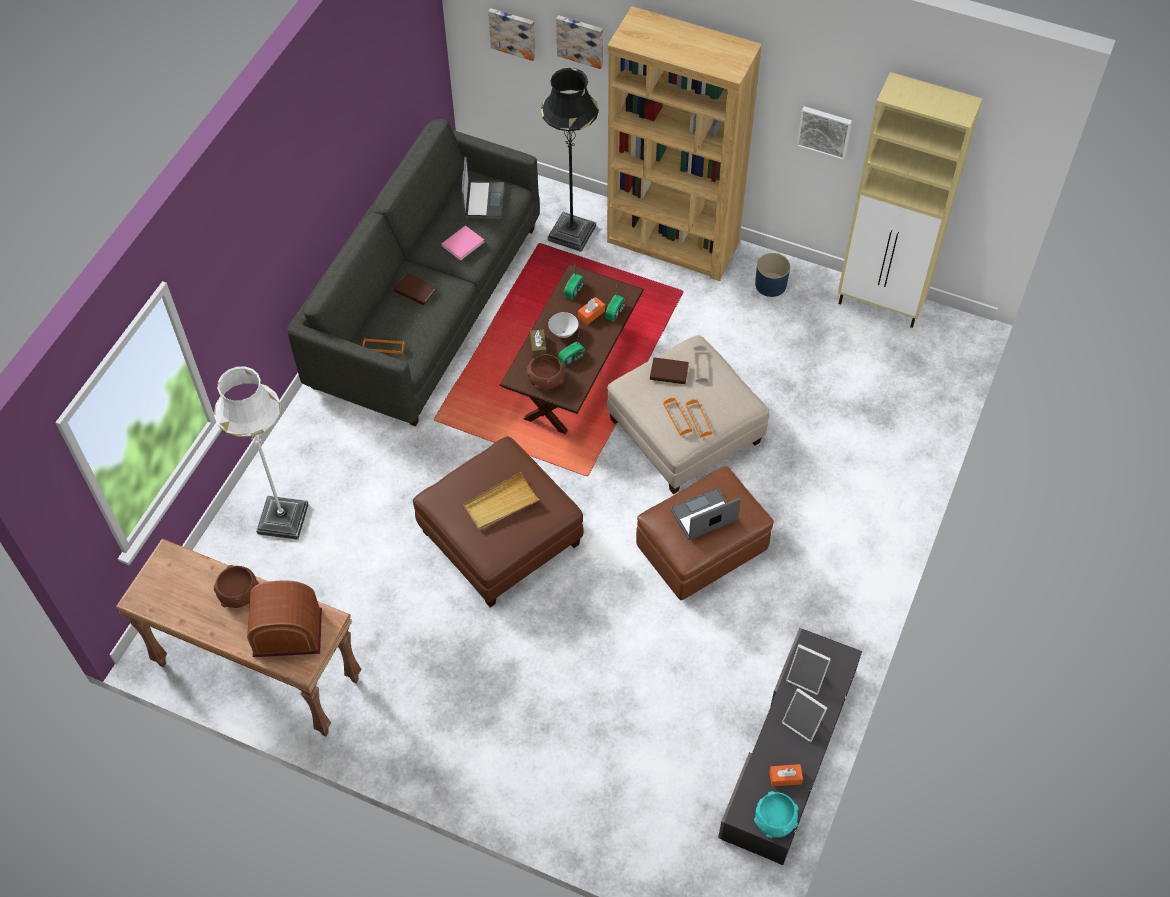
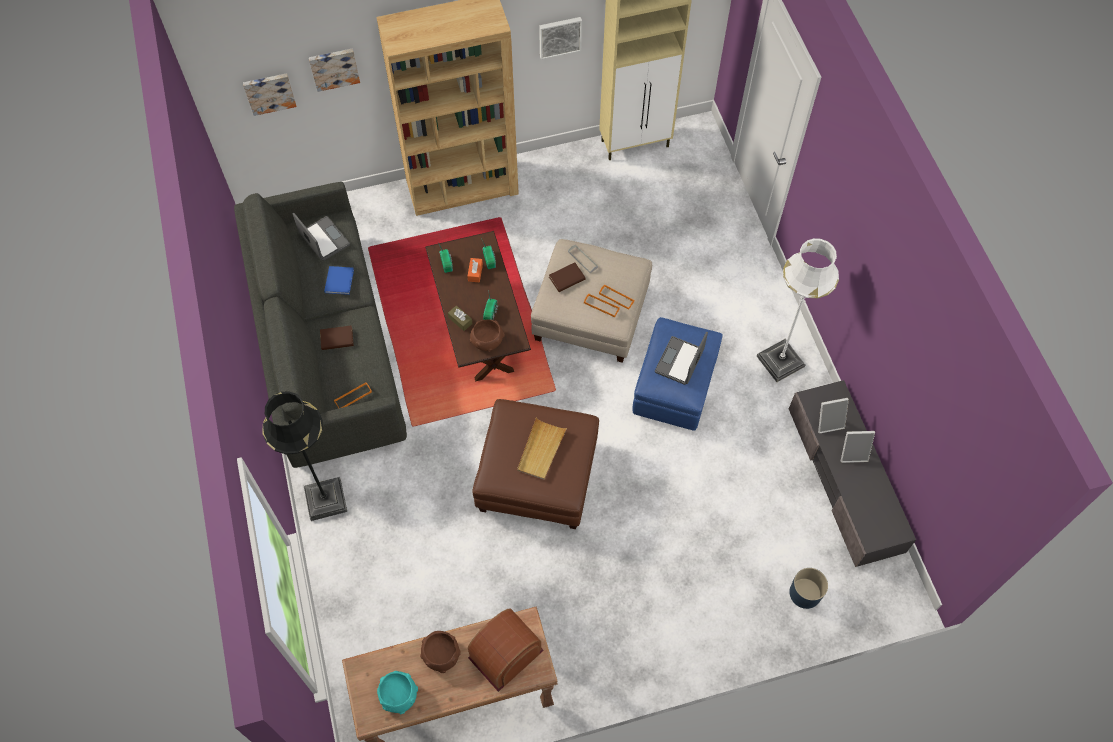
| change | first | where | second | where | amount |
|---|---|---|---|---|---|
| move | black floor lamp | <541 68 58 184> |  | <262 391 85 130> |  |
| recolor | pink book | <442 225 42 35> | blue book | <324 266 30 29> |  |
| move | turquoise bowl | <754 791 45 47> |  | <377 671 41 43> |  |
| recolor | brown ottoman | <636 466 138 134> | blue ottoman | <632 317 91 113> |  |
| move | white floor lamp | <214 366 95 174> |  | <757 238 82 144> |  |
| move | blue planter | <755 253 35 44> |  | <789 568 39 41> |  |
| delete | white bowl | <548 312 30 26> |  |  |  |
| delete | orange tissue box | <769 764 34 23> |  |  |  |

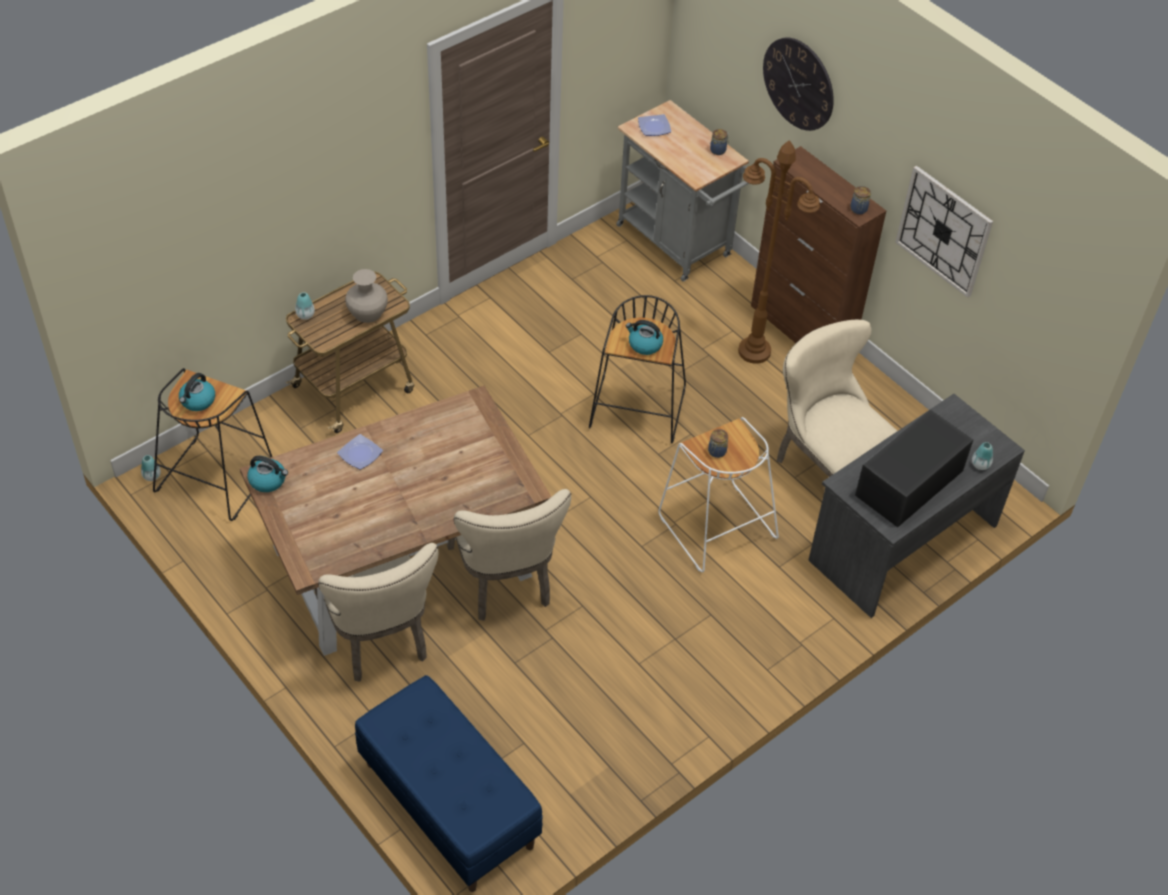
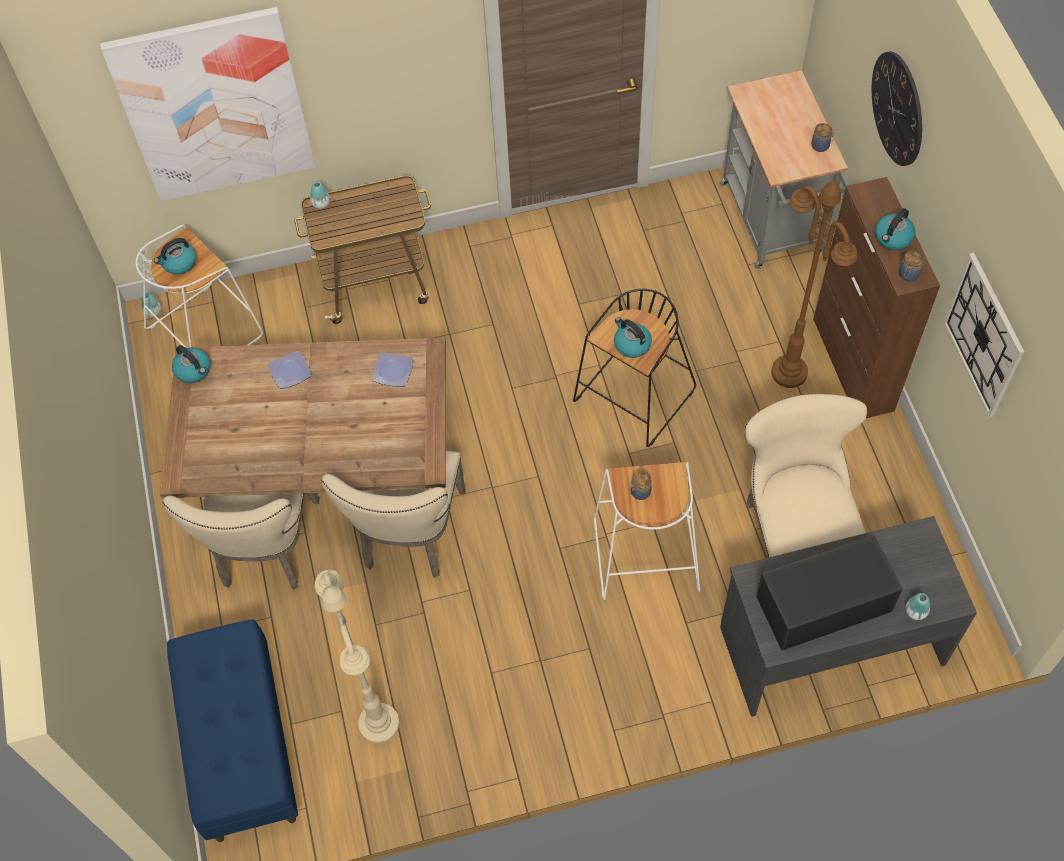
| change | first | where | second | where | amount |
|---|---|---|---|---|---|
| insert |  |  | picture | <100 7 216 194> |  |
| recolor | black stool | <153 368 119 153> | white stool | <136 225 127 123> |  |
| insert |  |  | beige floor lamp | <315 570 84 174> |  |
| move | plate | <638 114 33 22> |  | <372 352 41 34> |  |
| insert |  |  | kettle | <875 208 41 42> |  |
| delete | beige vase | <345 269 43 54> |  |  |  |

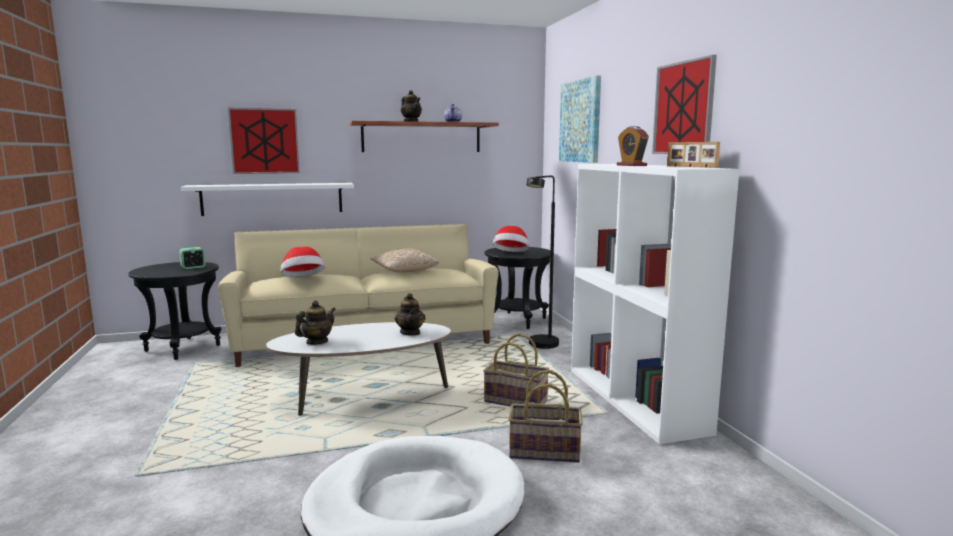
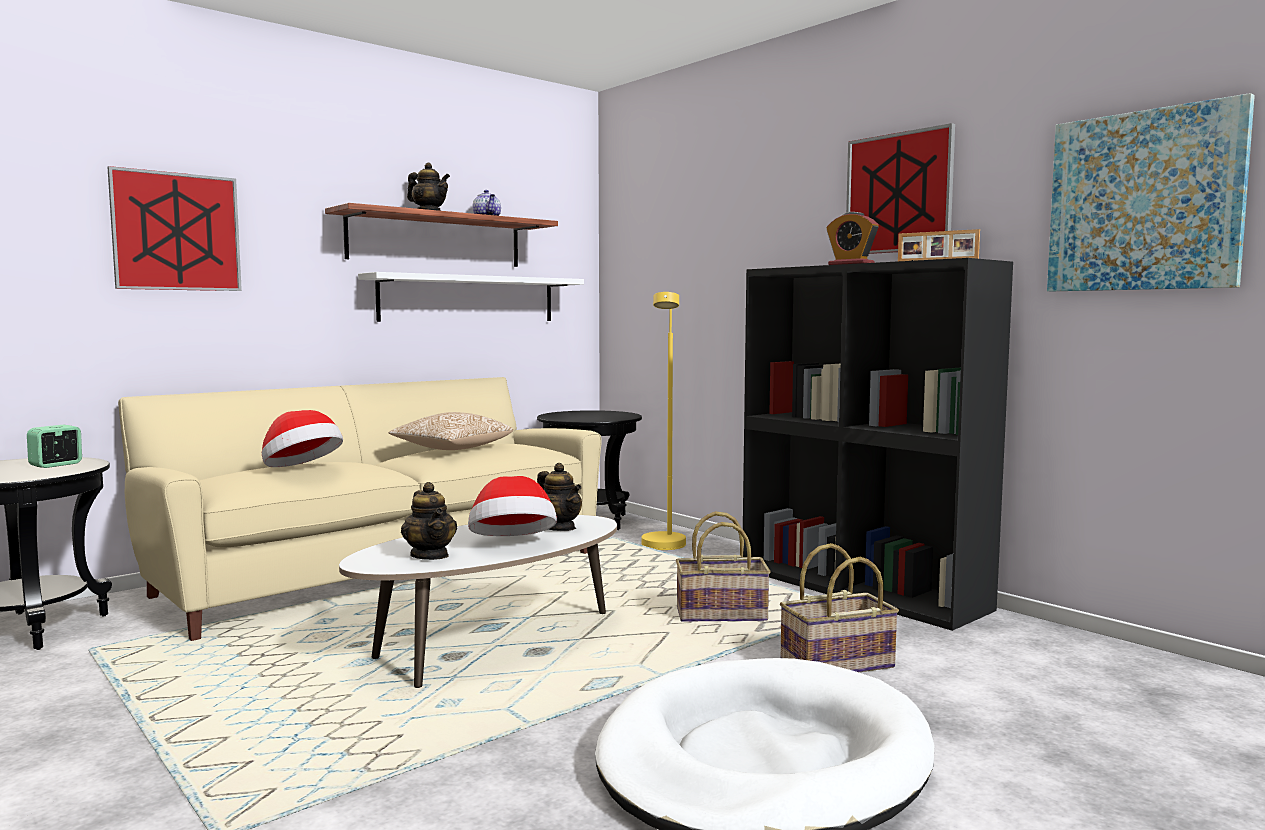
| change | first | where | second | where | amount |
|---|---|---|---|---|---|
| move | white shelf | <181 183 173 33> |  | <358 272 226 50> |  |
| rotate | teapot | <295 300 41 45> |  | <401 482 56 78> | 135 degrees clockwise |
| move | hat | <493 226 36 26> |  | <468 476 89 60> |  |
| recolor | black floor lamp | <526 176 33 173> | yellow floor lamp | <641 292 45 258> |  |
| recolor | white bookcase | <571 164 169 280> | black bookcase | <743 258 270 373> |  |
| move | picture | <559 75 42 88> |  | <1047 93 208 198> |  |

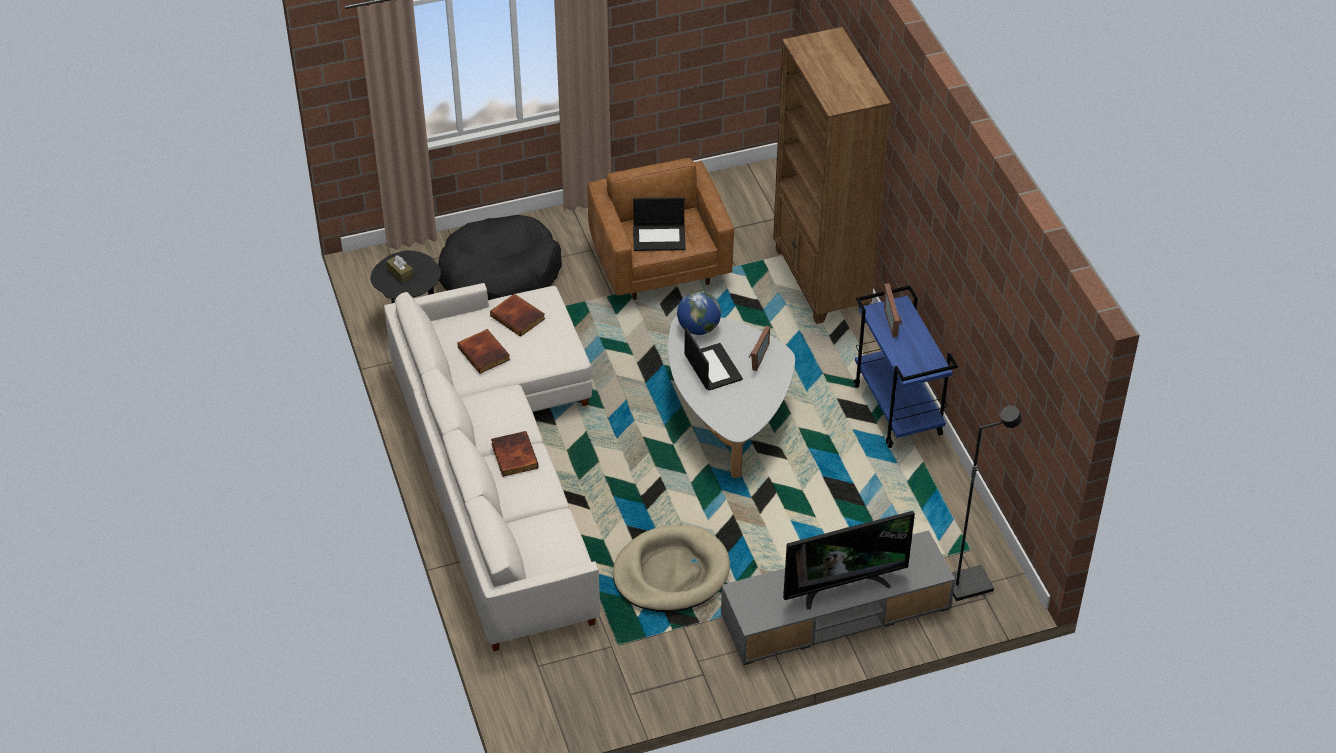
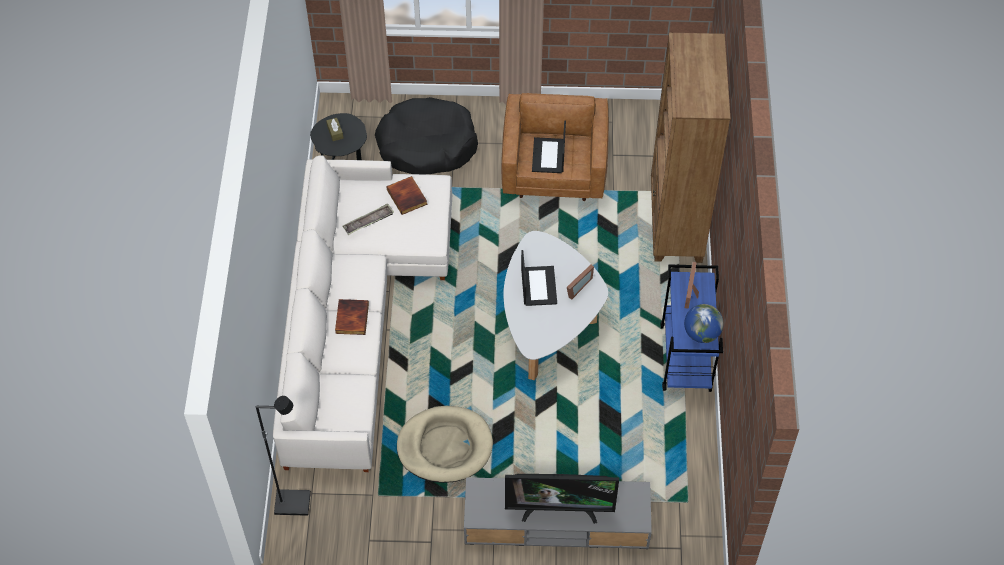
| change | first | where | second | where | amount |
|---|---|---|---|---|---|
| move | black floor lamp | <952 406 70 195> |  | <255 396 56 120> |  |
| replace | book | <457 329 53 45> | tray | <342 203 52 32> |  |
| rotate | laptop | <633 197 53 54> |  | <532 120 34 53> | 75 degrees clockwise |
| move | globe | <677 291 44 44> |  | <684 304 40 39> |  |

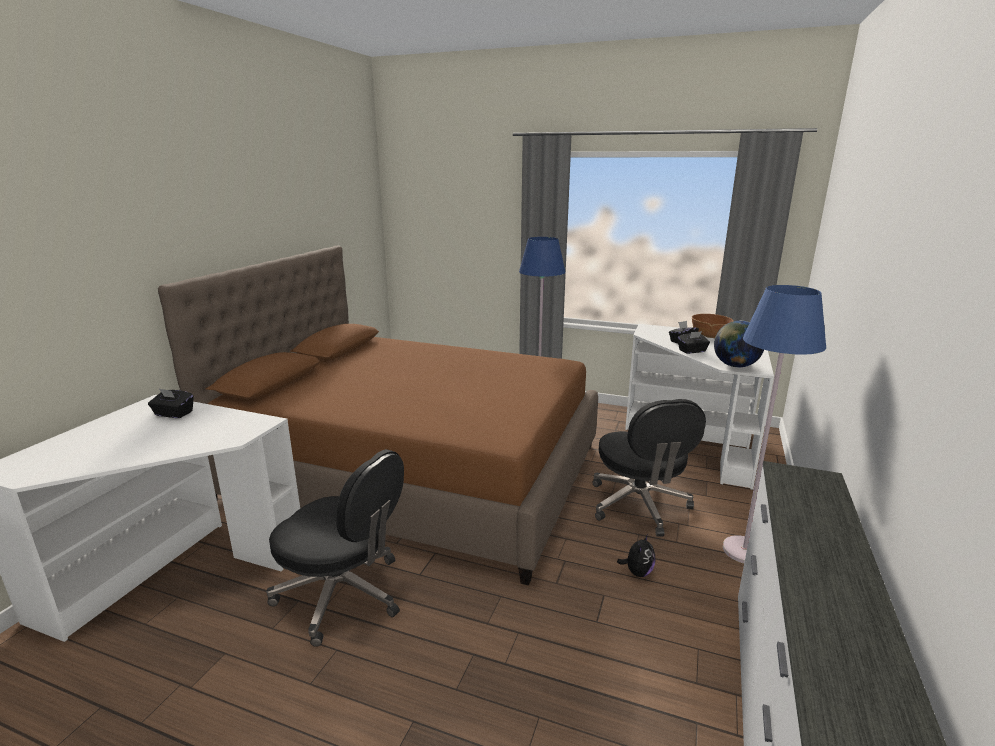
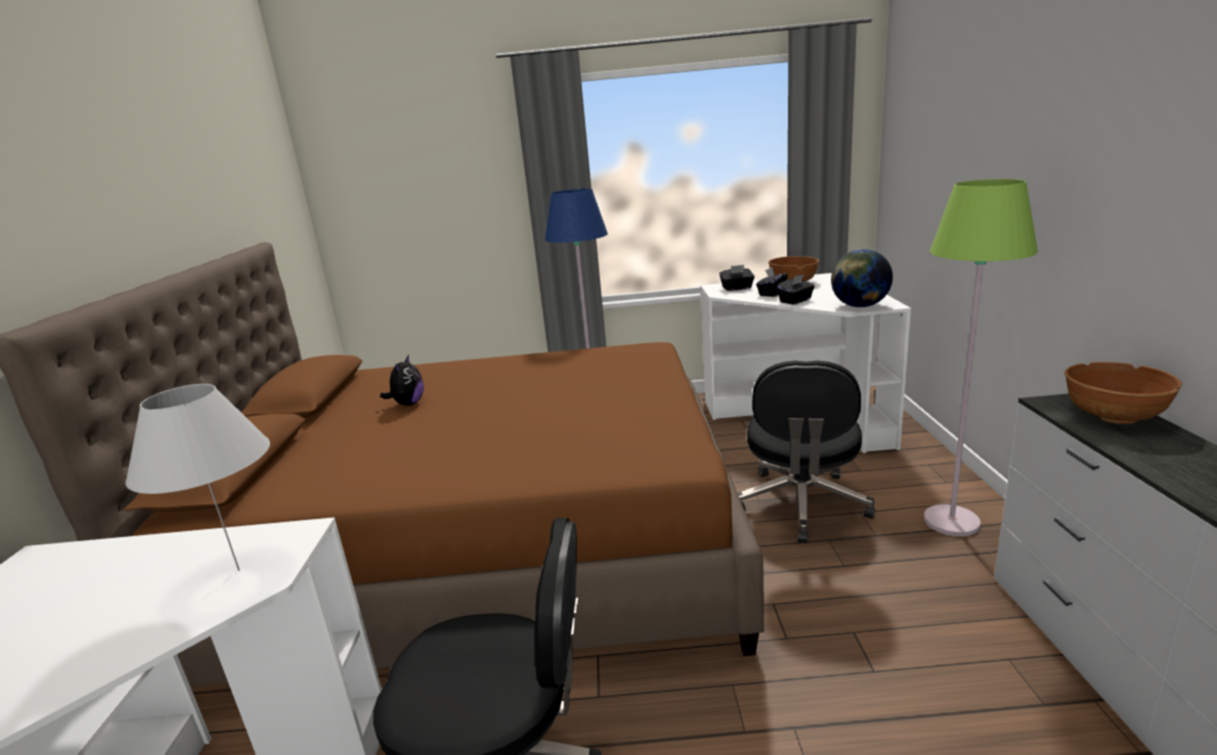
| change | first | where | second | where | amount |
|---|---|---|---|---|---|
| insert |  |  | white table lamp | <126 384 144 187> |  |
| move | plush toy | <617 534 38 43> |  | <380 354 44 52> |  |
| move | black tissue box | <148 389 45 29> |  | <719 265 36 26> |  |
| rotate | black office chair | <592 399 114 138> |  | <738 361 137 182> | 45 degrees clockwise |
| recolor | blue floor lamp | <723 285 103 279> | green floor lamp | <924 179 114 358> |  |
| insert |  |  | brown bowl | <1065 362 117 62> |  |

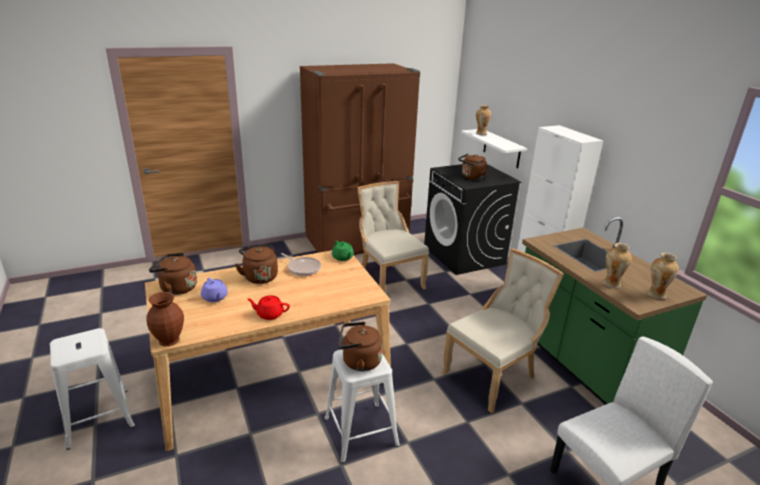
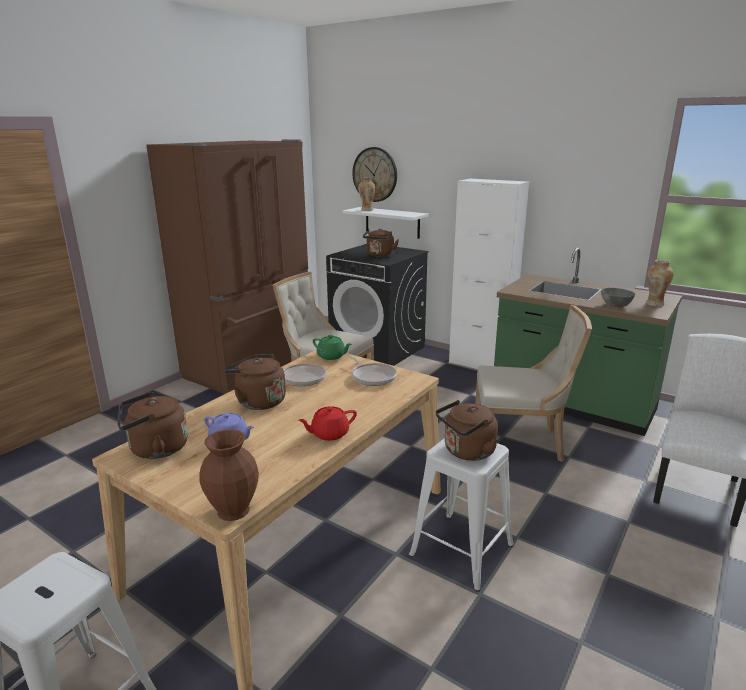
| change | first | where | second | where | amount |
|---|---|---|---|---|---|
| insert |  |  | frying pan | <349 356 48 30> |  |
| insert |  |  | wall clock | <352 147 45 55> |  |
| rotate | beige chair | <441 248 123 165> |  | <475 305 117 157> | 75 degrees clockwise |
| replace | vase | <603 243 29 46> | grey bowl | <601 288 34 19> |  |

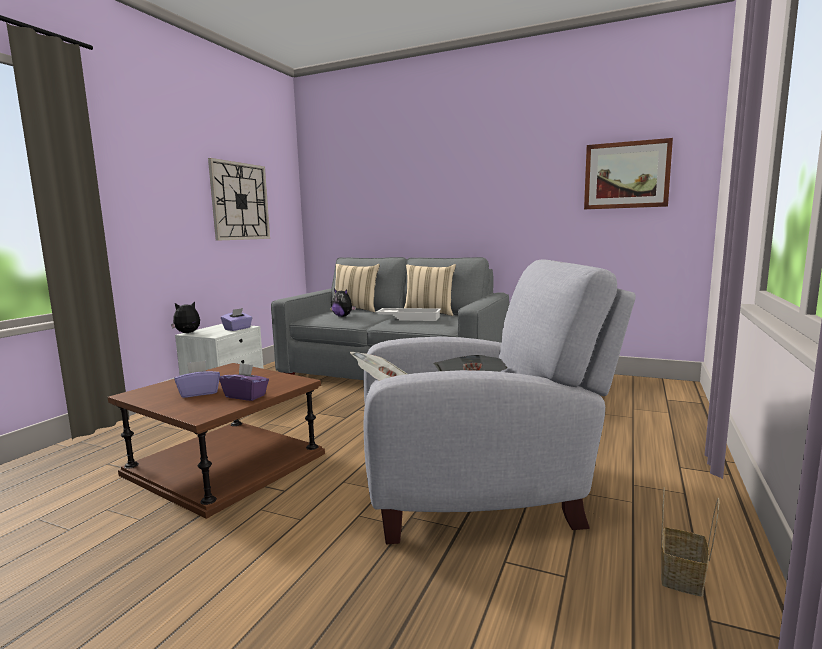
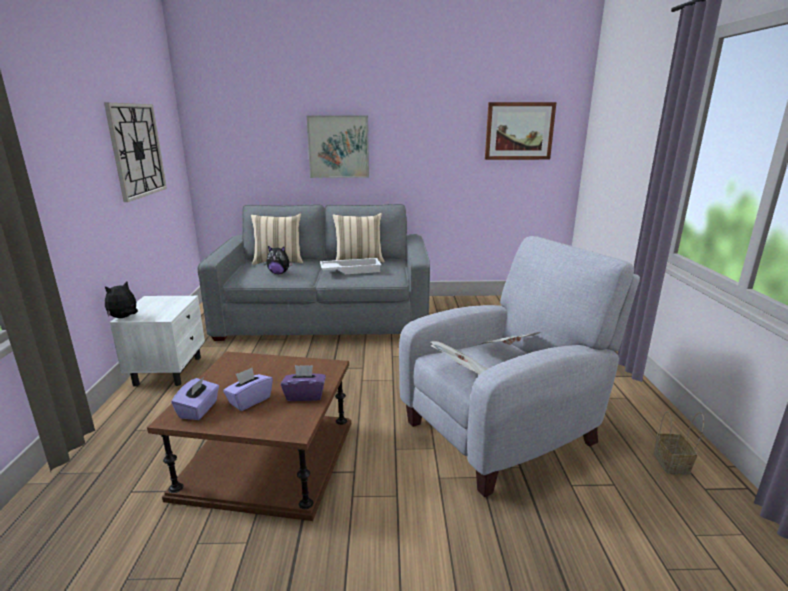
| change | first | where | second | where | amount |
|---|---|---|---|---|---|
| move | purple tissue box | <221 308 31 23> |  | <171 377 48 43> |  |
| insert |  |  | picture | <306 115 63 63> |  |

